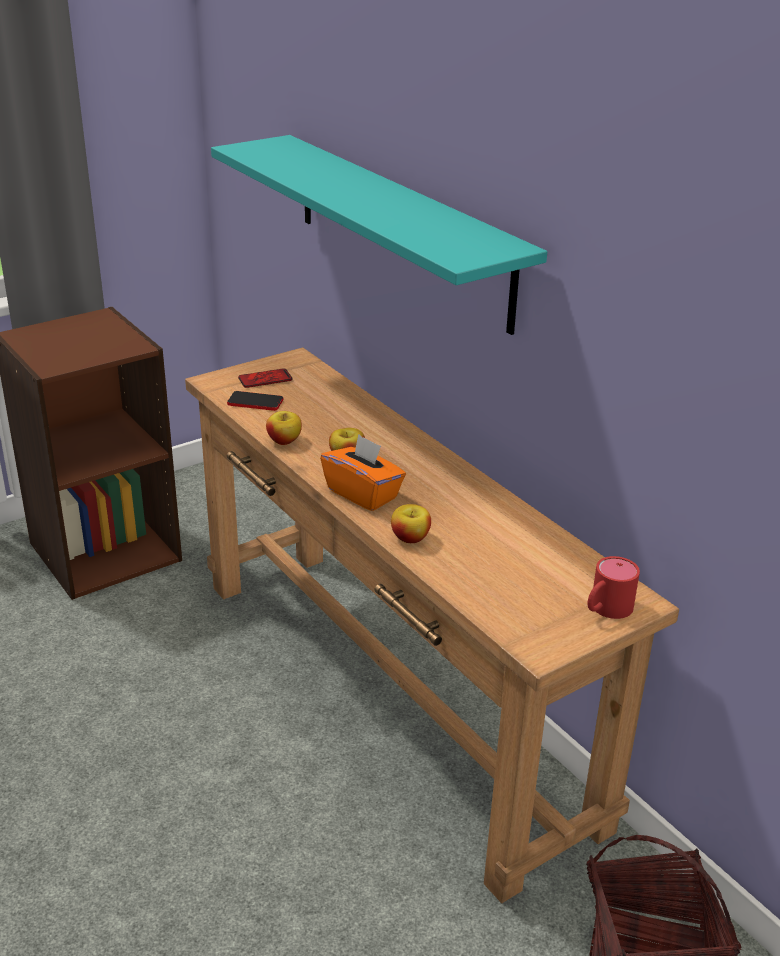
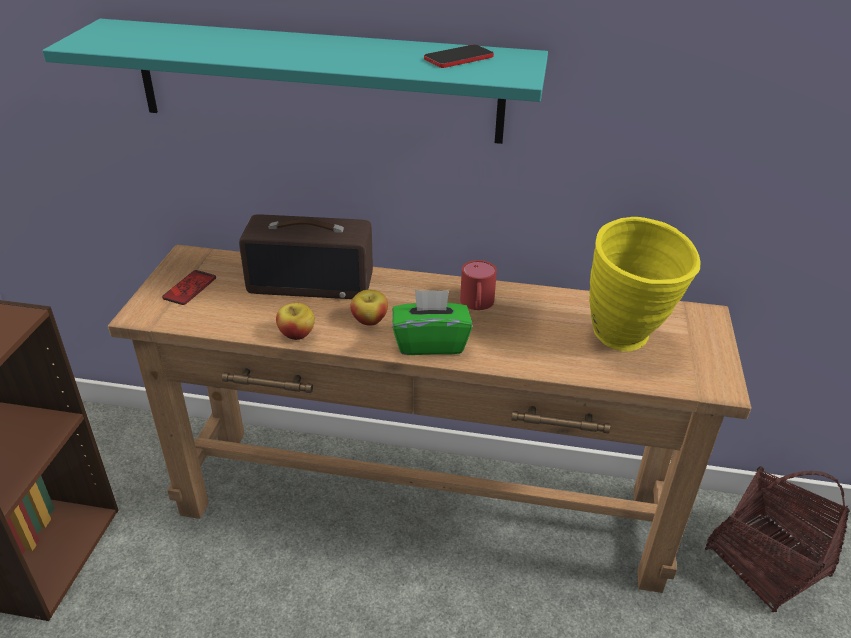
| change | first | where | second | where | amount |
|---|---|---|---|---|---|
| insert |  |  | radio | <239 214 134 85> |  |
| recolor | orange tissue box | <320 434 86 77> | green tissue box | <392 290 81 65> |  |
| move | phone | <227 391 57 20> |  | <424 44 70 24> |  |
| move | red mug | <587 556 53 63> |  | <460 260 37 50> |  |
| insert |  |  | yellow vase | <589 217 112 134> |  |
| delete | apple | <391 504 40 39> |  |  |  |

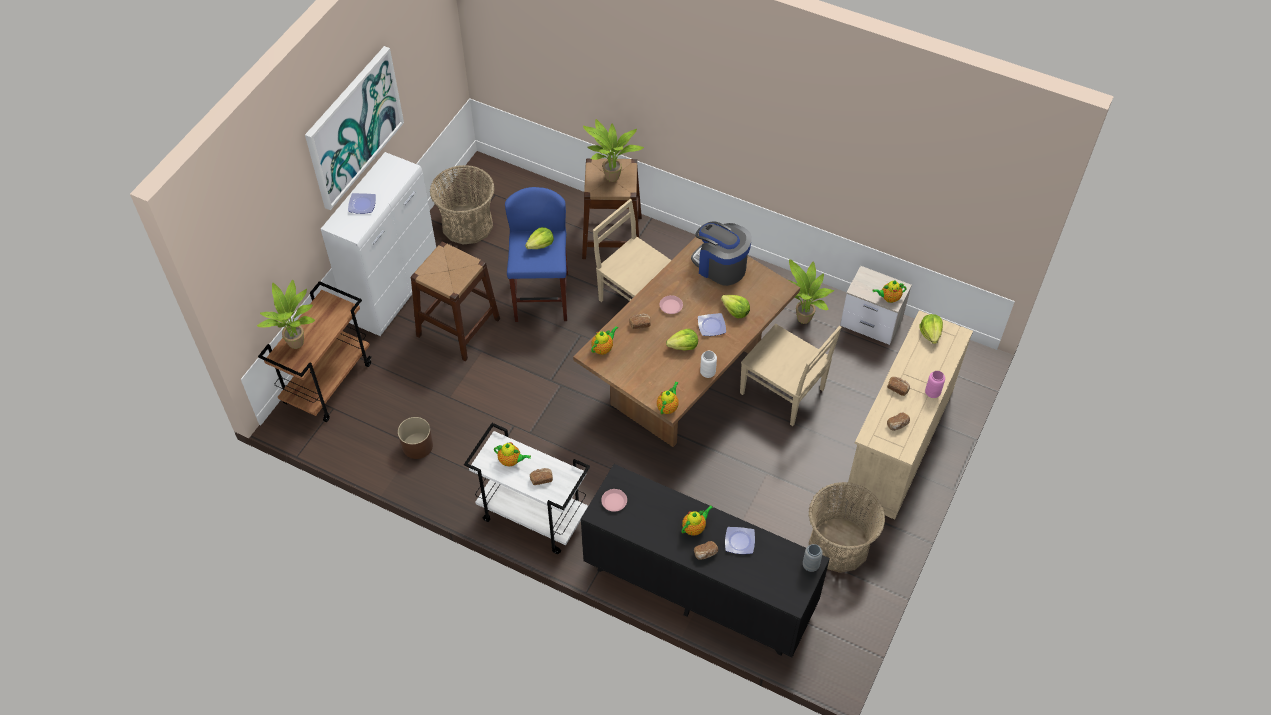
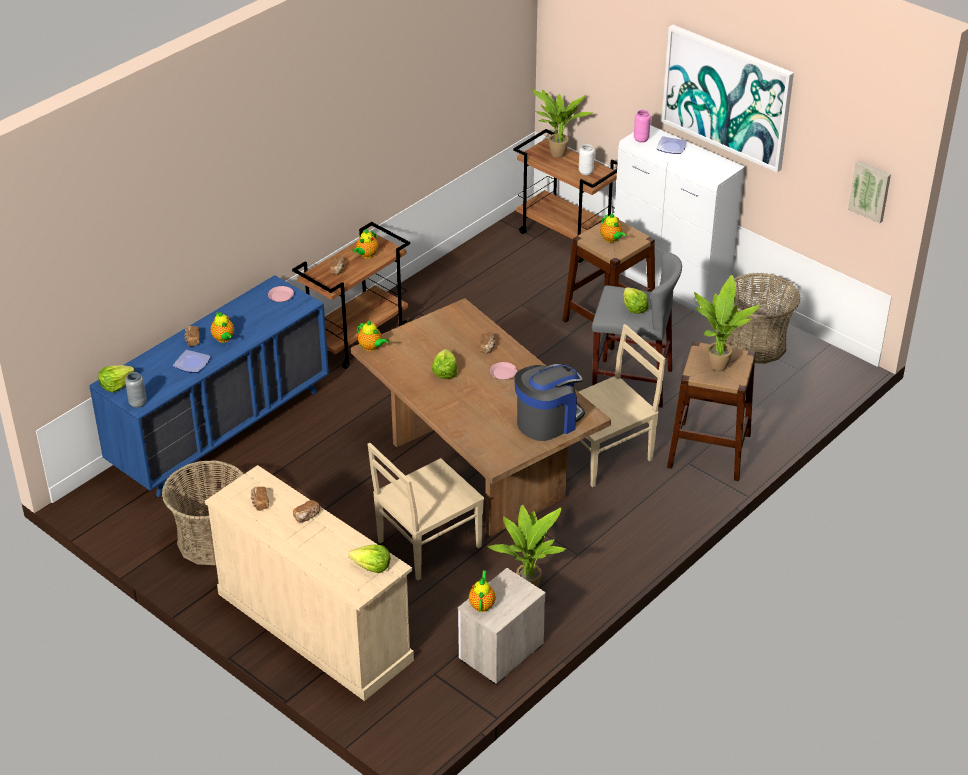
| change | first | where | second | where | amount |
|---|---|---|---|---|---|
| recolor | black dresser | <581 464 249 193> | blue dresser | <89 275 240 222> |  |
| move | lettuce | <721 295 29 23> |  | <98 365 37 28> |  |
| recolor | white cart | <464 423 126 131> | brown cart | <292 222 118 147> |  |
| move | white vase | <700 351 17 27> |  | <579 144 15 31> |  |
| recolor | blue stool | <505 187 63 135> | grey stool | <592 252 90 156> |  |
| move | teapot | <591 326 28 29> |  | <600 213 26 30> |  |
| move | pink vase | <925 371 20 27> |  | <634 110 17 33> |  |
| insert |  |  | picture | <848 161 43 62> |  |
| delete | brown planter | <398 417 35 42> |  |  |  |
| delete | plate | <698 313 28 23> |  |  |  |

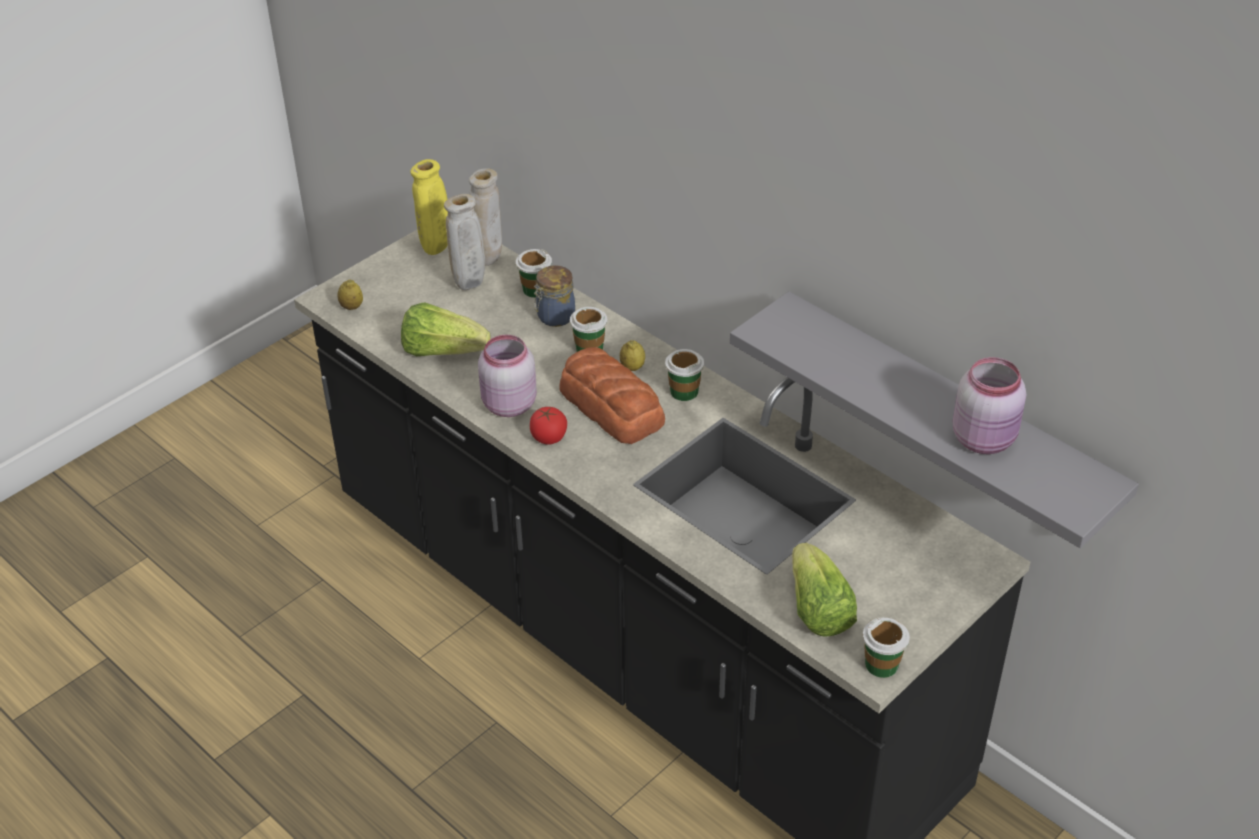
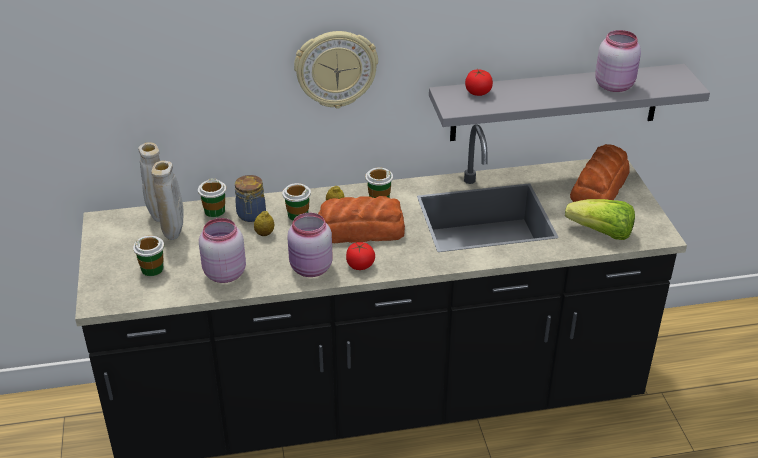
| change | first | where | second | where | amount |
|---|---|---|---|---|---|
| move | cup | <863 618 47 60> |  | <133 235 31 41> |  |
| replace | lettuce | <401 303 89 53> | pink jar | <199 218 47 65> |  |
| move | lemon | <337 279 26 31> |  | <254 211 20 25> |  |
| insert |  |  | wall clock | <294 31 84 78> |  |
| insert |  |  | tomato | <465 69 28 27> |  |
| insert |  |  | bread | <570 144 60 58> |  |
| delete | yellow vase | <411 159 37 96> |  |  |  |

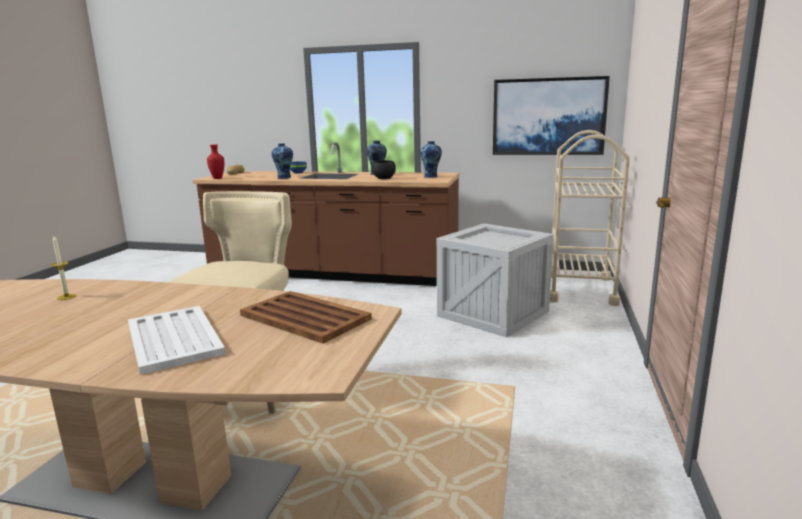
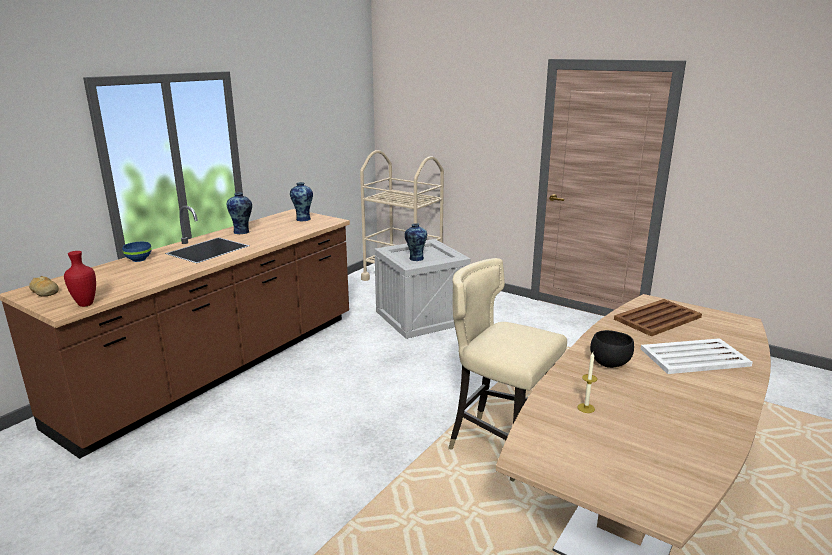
| change | first | where | second | where | amount |
|---|---|---|---|---|---|
| move | vase | <271 143 22 36> |  | <404 223 23 38> |  |
| move | black bowl | <372 160 24 19> |  | <590 330 44 38> |  |
| delete | picture | <493 76 117 79> |  |  |  |

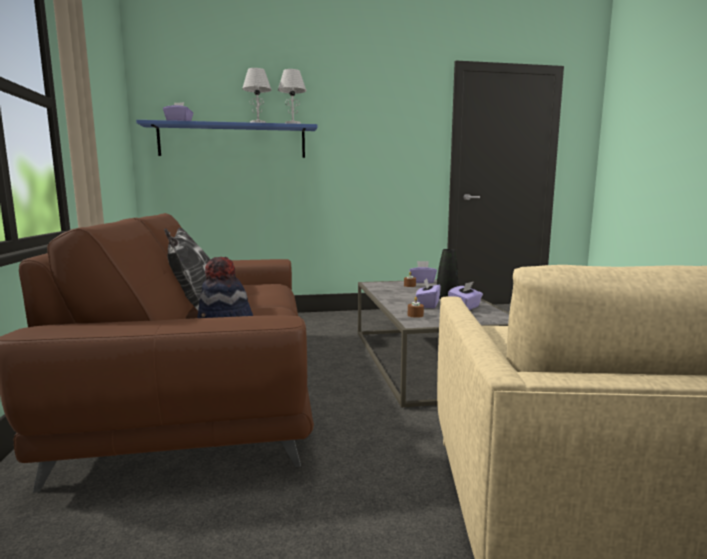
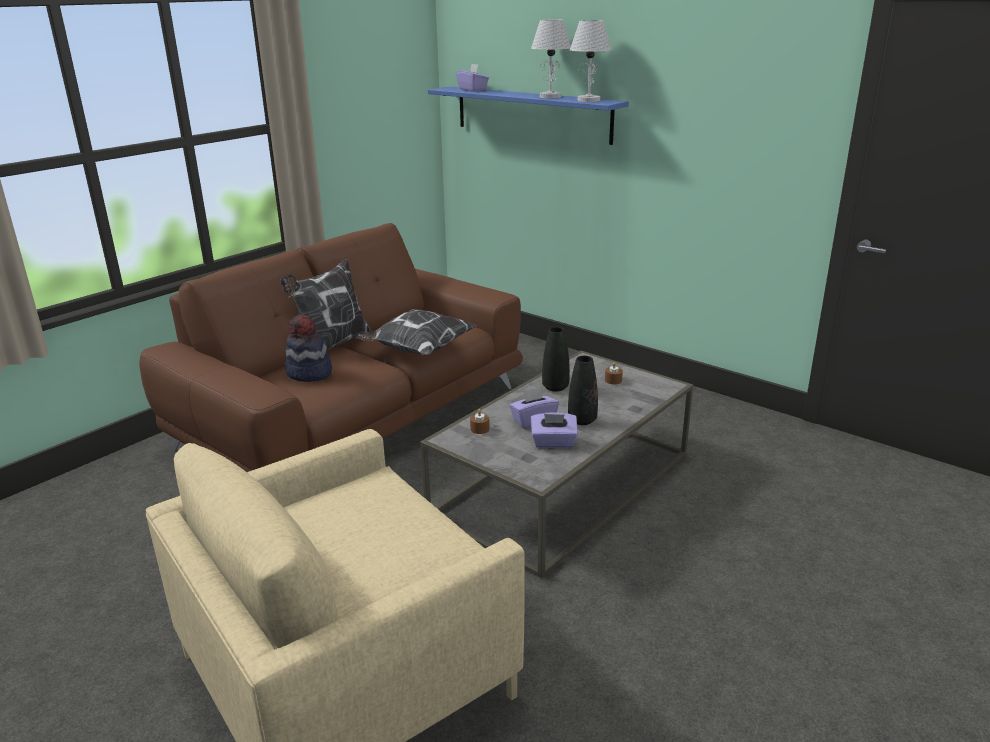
| change | first | where | second | where | amount |
|---|---|---|---|---|---|
| insert |  |  | pillow | <356 309 121 46> |  |
| insert |  |  | black vase | <542 327 28 65> |  |
| delete | purple tissue box | <409 261 28 22> |  |  |  |

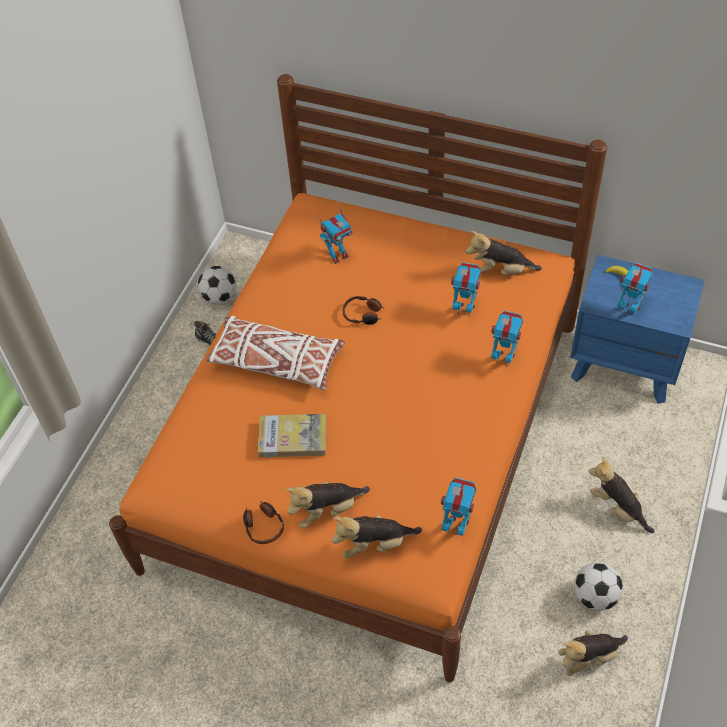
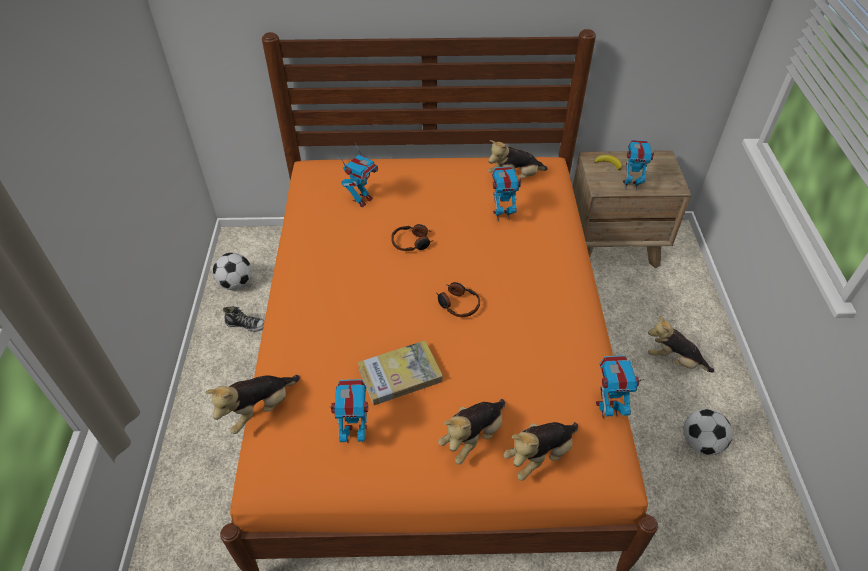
| change | first | where | second | where | amount |
|---|---|---|---|---|---|
| move | plush toy | <558 630 70 46> |  | <205 375 95 59> |  |
| move | toy robot | <491 310 32 56> |  | <330 379 38 64> |  |
| move | headphones | <243 501 41 43> |  | <437 282 43 35> |  |
| recolor | blue nightstand | <570 255 135 149> | brown nightstand | <573 151 118 118> |  |
| delete | white pillow | <206 316 139 74> |  |  |  |

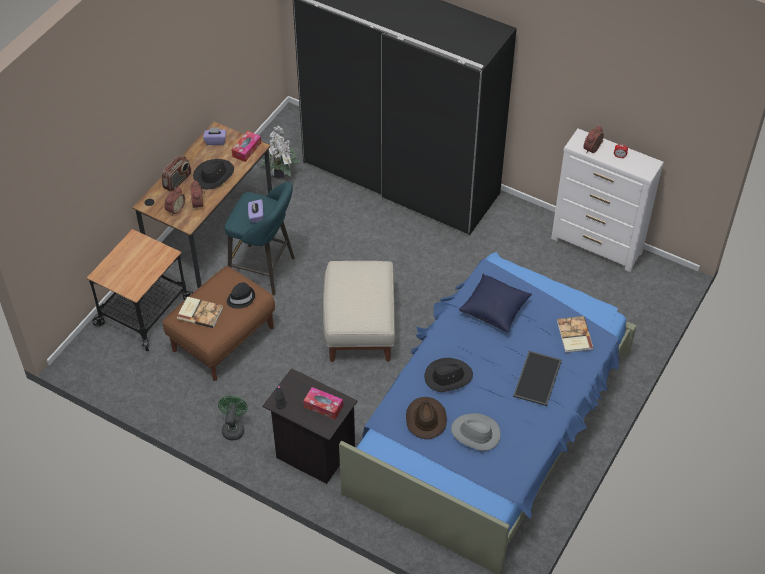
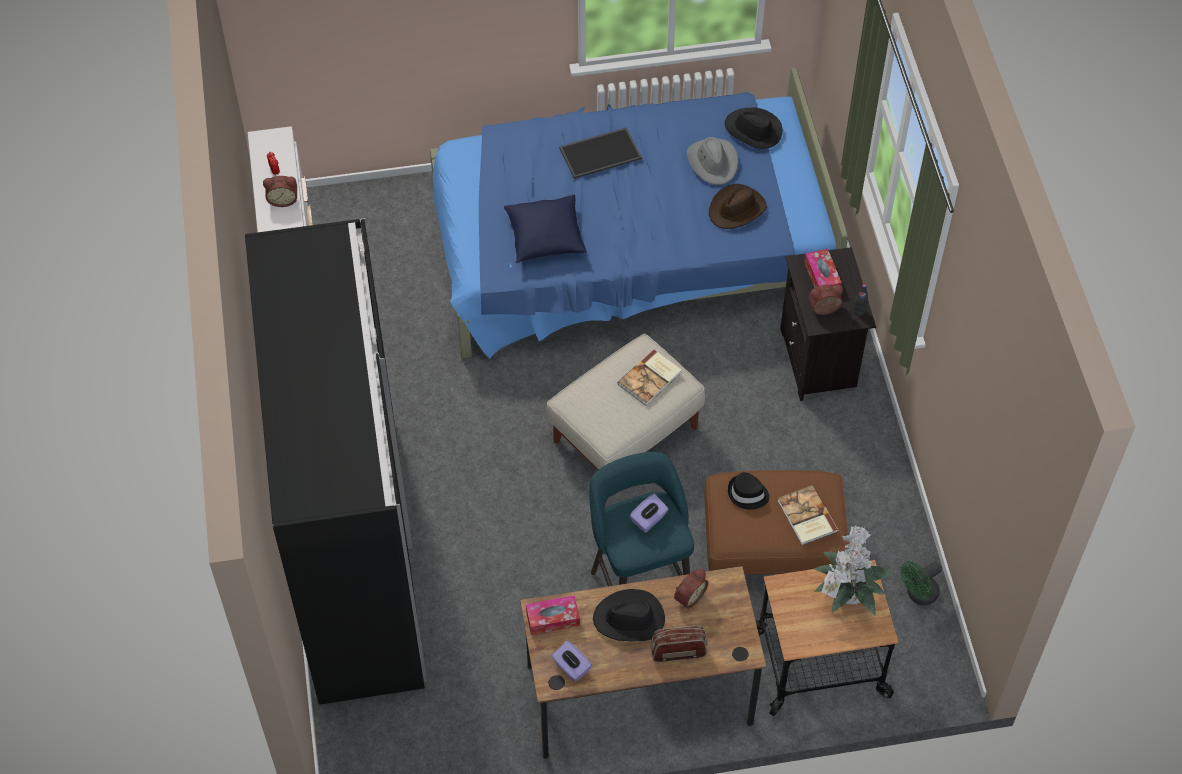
| change | first | where | second | where | amount |
|---|---|---|---|---|---|
| move | book | <557 316 37 37> |  | <618 349 63 57> |  |
| move | black hat | <425 358 48 34> |  | <724 108 58 41> |  |
| move | alarm clock | <164 187 21 29> |  | <809 284 34 31> |  |
| move | potted plant | <259 126 42 53> |  | <814 525 79 90> |  |
| move | green fan | <218 396 30 44> |  | <901 561 41 44> |  |

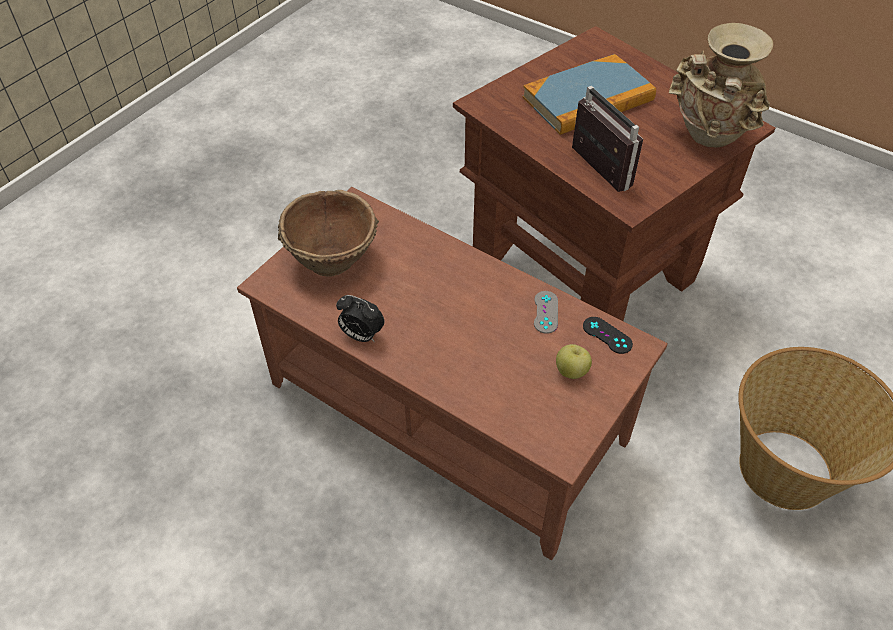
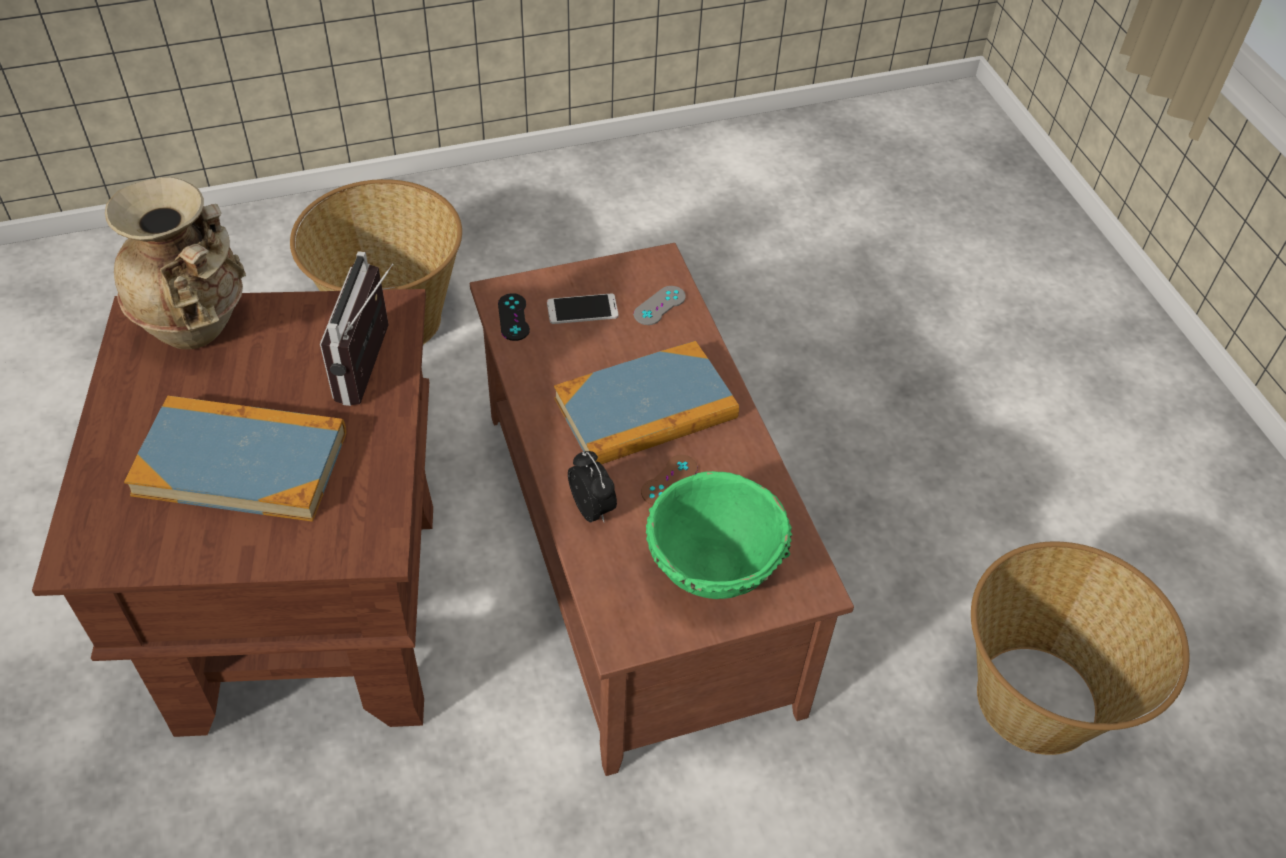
| change | first | where | second | where | amount |
|---|---|---|---|---|---|
| replace | apple | <556 344 36 35> | phone | <547 293 72 31> |  |
| insert |  |  | book | <554 341 185 123> |  |
| move | alarm clock | <336 295 49 47> |  | <568 451 49 71> |  |
| move | grey game controller | <534 291 24 43> |  | <634 286 52 39> |  |
| insert |  |  | brown game controller | <641 455 57 50> |  |
| recolor | brown bowl | <278 190 101 87> | green bowl | <646 471 146 128> |  |
| insert |  |  | basket | <971 541 218 214> |  |

